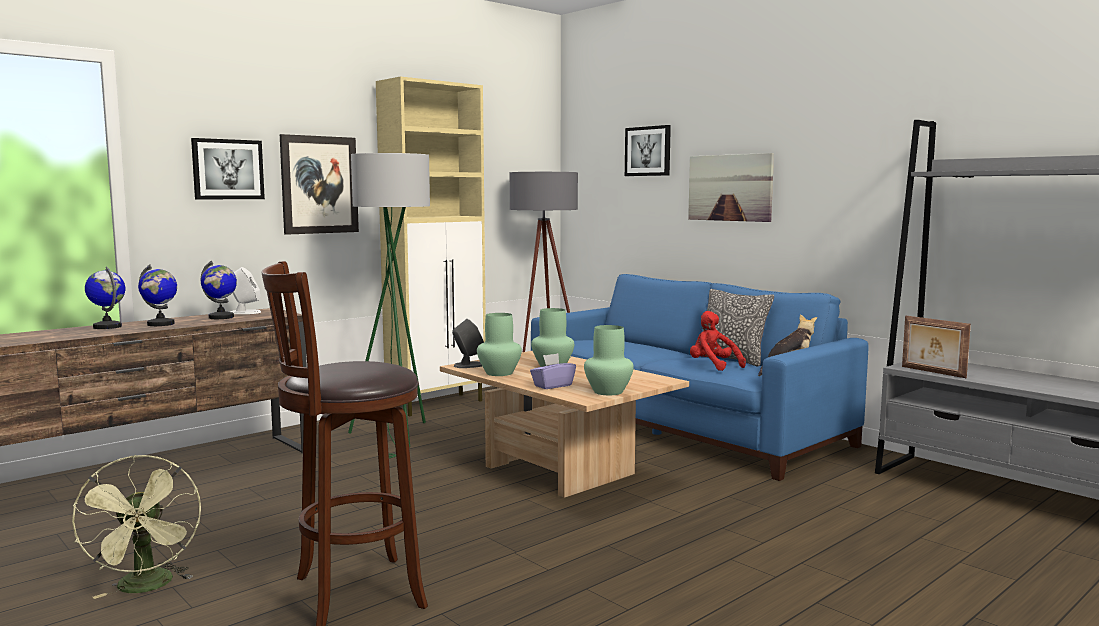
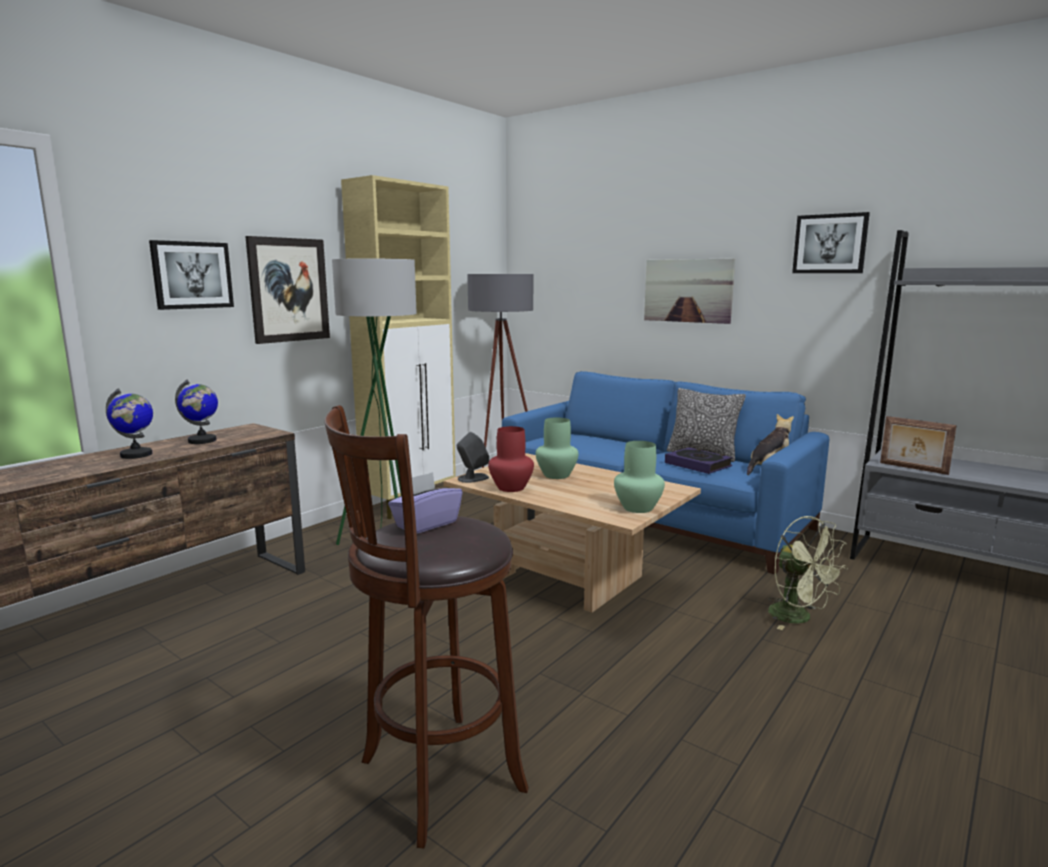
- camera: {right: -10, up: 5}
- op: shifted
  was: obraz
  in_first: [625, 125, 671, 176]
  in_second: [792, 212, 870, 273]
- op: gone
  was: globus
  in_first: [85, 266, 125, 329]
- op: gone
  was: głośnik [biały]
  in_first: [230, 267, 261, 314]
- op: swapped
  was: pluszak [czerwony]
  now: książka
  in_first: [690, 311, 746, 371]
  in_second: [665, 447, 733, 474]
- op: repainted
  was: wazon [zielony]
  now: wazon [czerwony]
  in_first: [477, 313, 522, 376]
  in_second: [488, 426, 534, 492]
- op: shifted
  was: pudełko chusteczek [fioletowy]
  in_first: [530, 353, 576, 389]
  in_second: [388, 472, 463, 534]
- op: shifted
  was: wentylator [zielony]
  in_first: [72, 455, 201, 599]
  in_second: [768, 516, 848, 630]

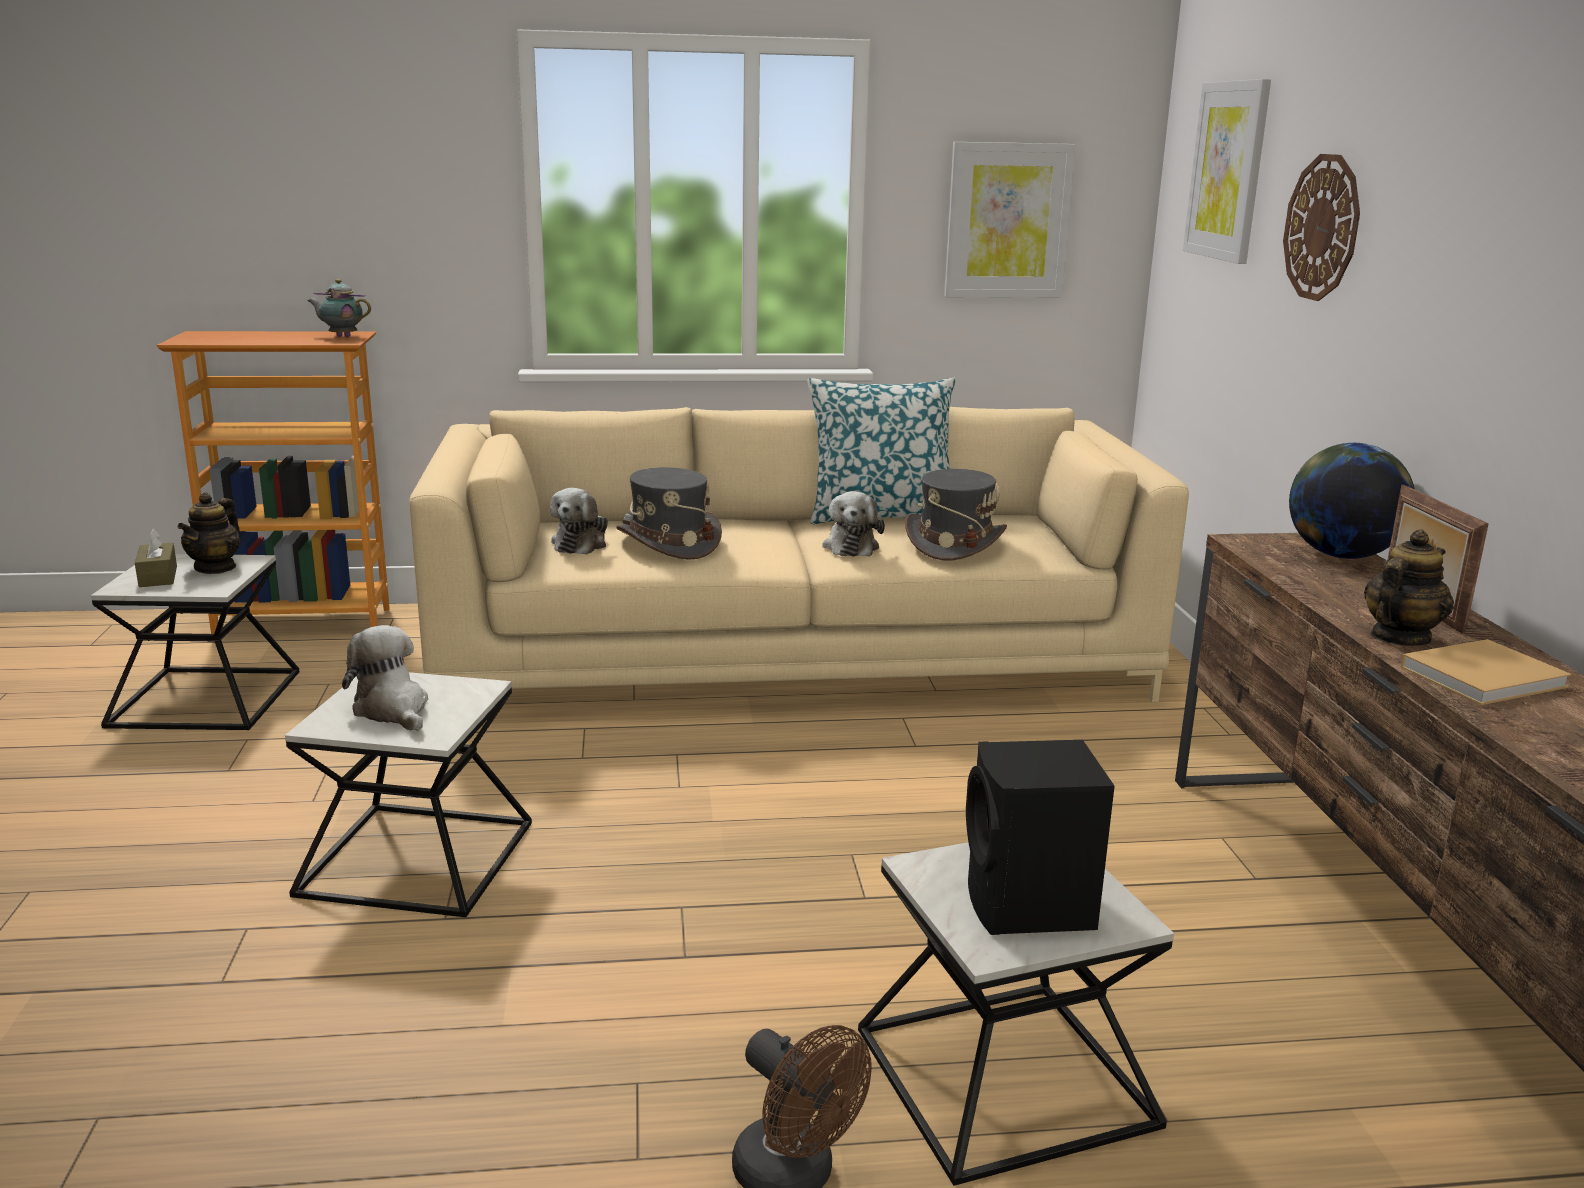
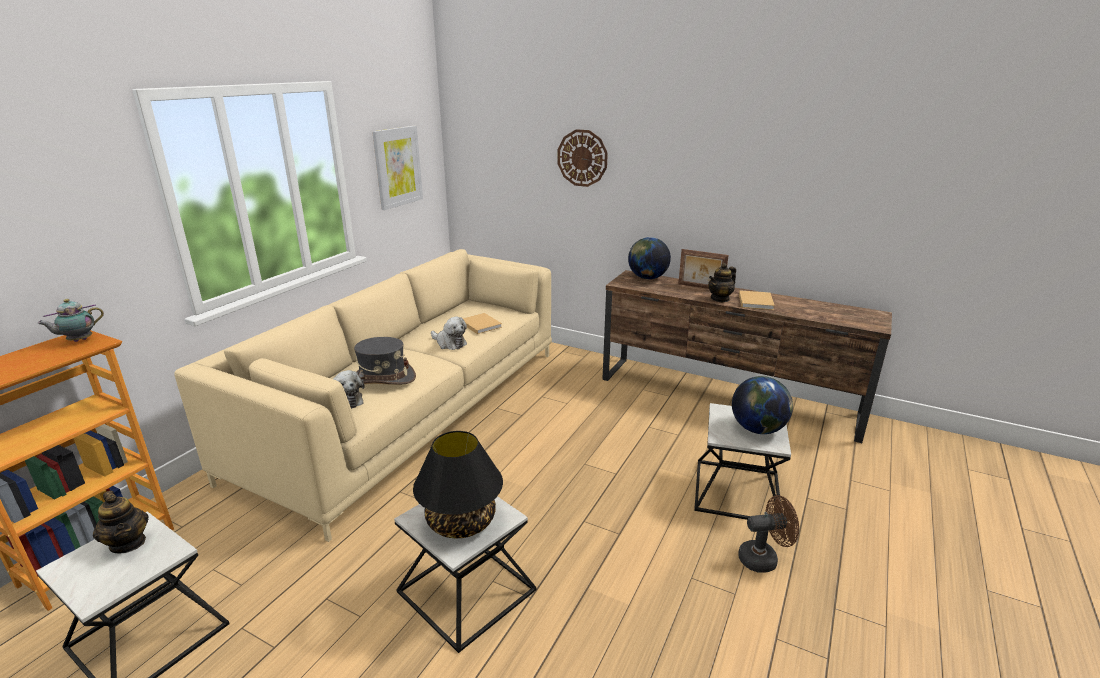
- camera: {right: -55, up: 5}
- op: gone
  was: obraz
  in_first: [1183, 79, 1271, 264]
- op: gone
  was: poduszka
  in_first: [807, 377, 955, 524]
- op: swapped
  was: kapelusz [szary]
  now: książka [beżowy]
  in_first: [905, 469, 1007, 561]
  in_second: [462, 313, 502, 334]
- op: gone
  was: pudełko chusteczek [brązowy]
  in_first: [135, 528, 177, 587]
- op: rotated
  was: imbryk
  in_first: [1364, 529, 1454, 646]
  in_second: [708, 263, 736, 302]
  clockwise: -120
- op: swapped
  was: pluszak
  now: lampa stołowa [czarny]
  in_first: [342, 625, 428, 731]
  in_second: [413, 431, 503, 539]
- op: swapped
  was: głośnik [czarny]
  now: globus
  in_first: [966, 740, 1115, 935]
  in_second: [732, 376, 793, 434]

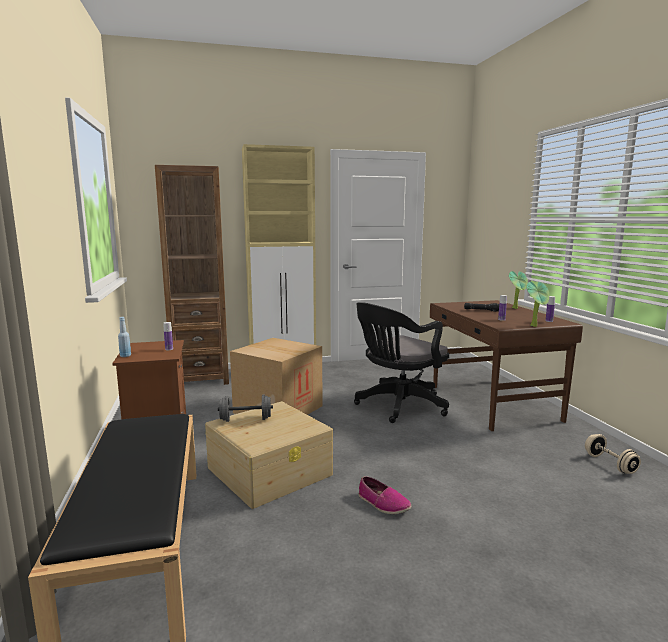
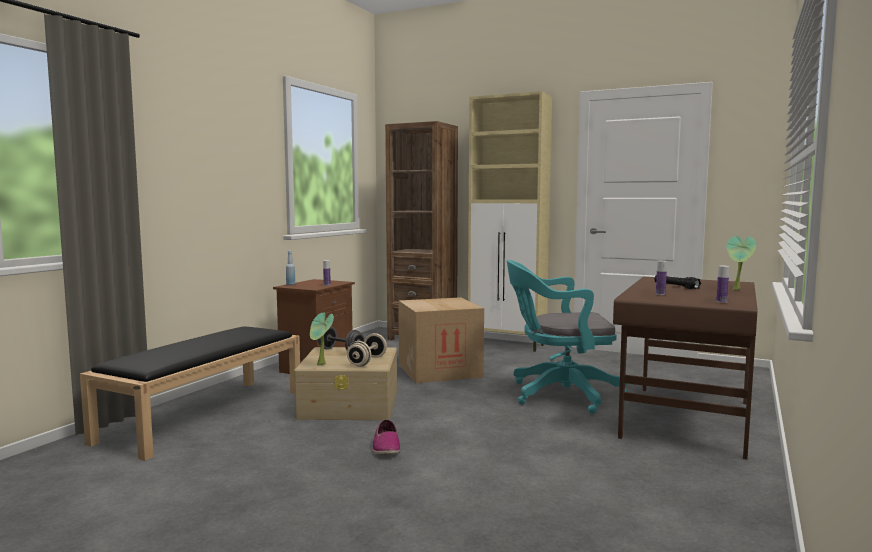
- camera: {right: 40, up: -5}
- op: shifted
  was: roślina doniczkowa
  in_first: [526, 282, 549, 327]
  in_second: [310, 312, 334, 365]
- op: repainted
  was: krzesło biurowe [czarny]
  now: krzesło biurowe [turkusowy]
  in_first: [354, 302, 449, 423]
  in_second: [507, 260, 628, 414]
- op: shifted
  was: hantel [beżowy]
  in_first: [585, 434, 641, 474]
  in_second: [347, 333, 387, 367]

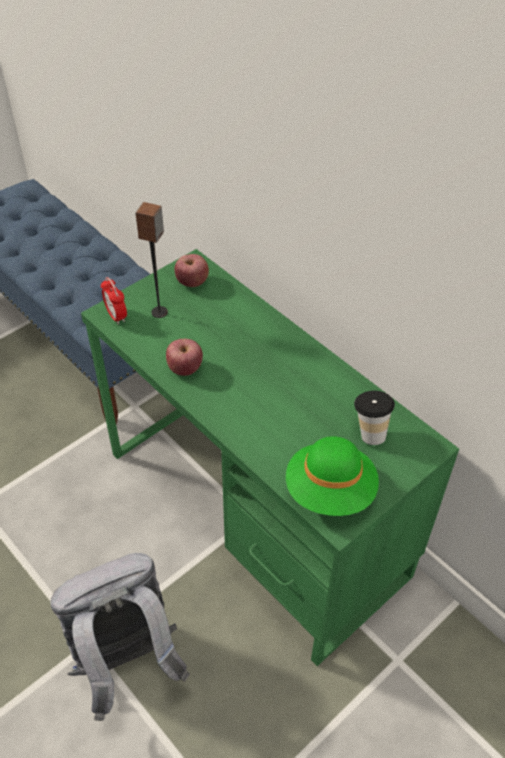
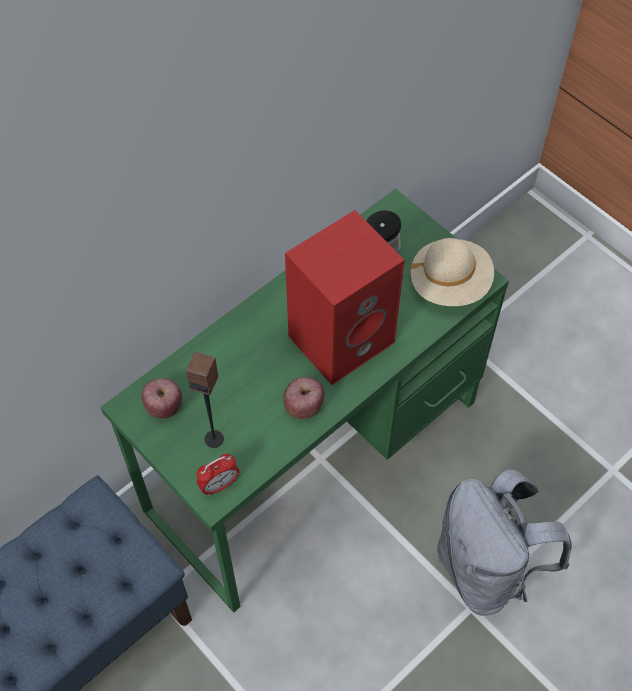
- camera: {right: -90, up: 10}
- op: repainted
  was: kapelusz [zielony]
  now: kapelusz [beżowy]
  in_first: [286, 436, 379, 516]
  in_second: [409, 238, 494, 306]
- op: new
  now: głośnik [czerwony]
  in_second: [285, 210, 405, 385]

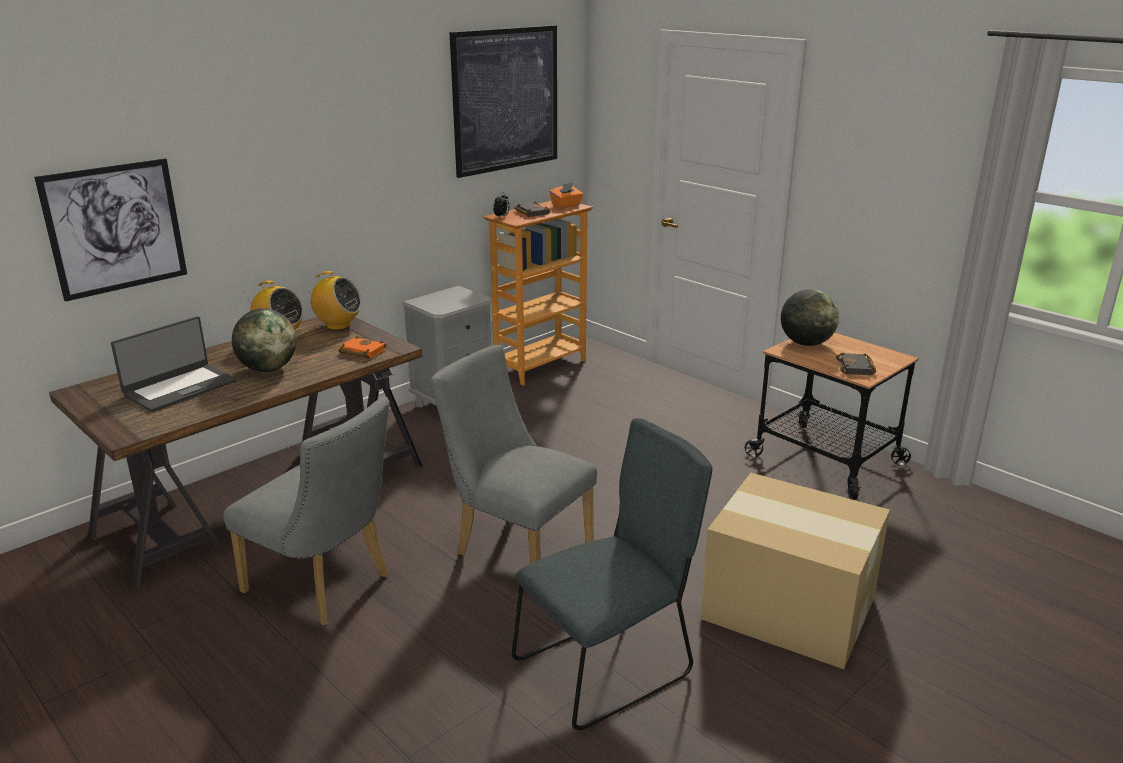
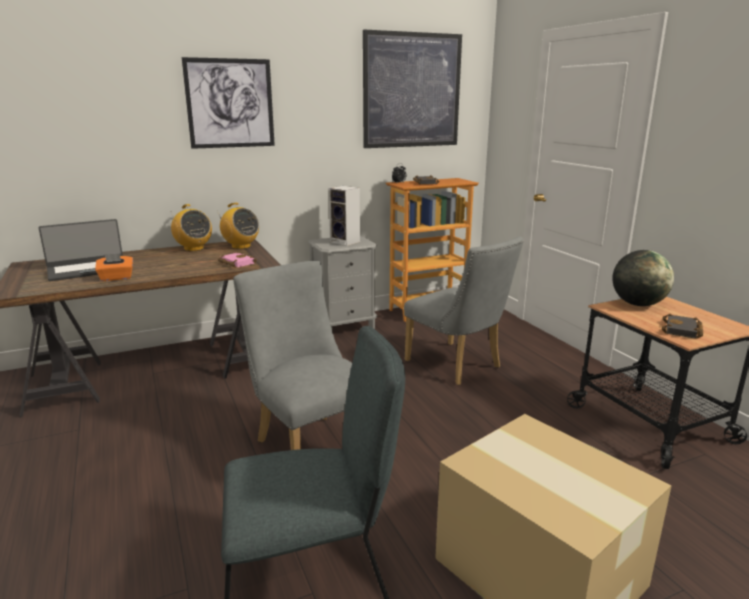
- camera: {right: 20, up: -5}
- op: shifted
  was: obraz
  in_first: [34, 158, 187, 302]
  in_second: [182, 57, 275, 149]
- op: shifted
  was: pudełko chusteczek [pomarańczowy]
  in_first: [550, 183, 583, 208]
  in_second: [95, 253, 133, 281]
- op: gone
  was: globus
  in_first: [232, 308, 297, 372]
- op: repainted
  was: książka [pomarańczowy]
  now: książka [różowy]
  in_first: [338, 336, 387, 359]
  in_second: [218, 252, 257, 268]
- op: shifted
  was: krzesło [szary]
  in_first: [223, 397, 390, 626]
  in_second: [404, 236, 524, 385]
- op: new
  now: głośnik
  in_second: [329, 186, 360, 246]

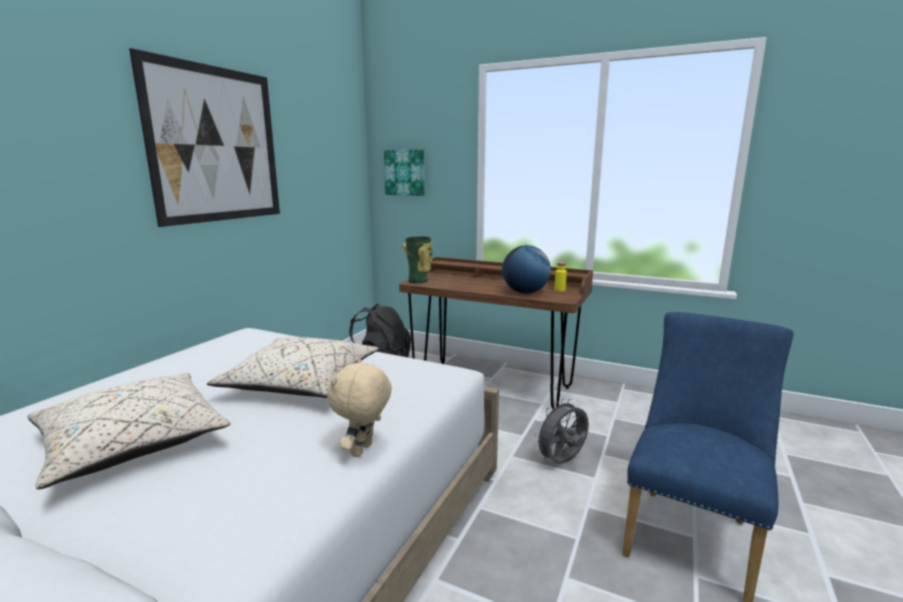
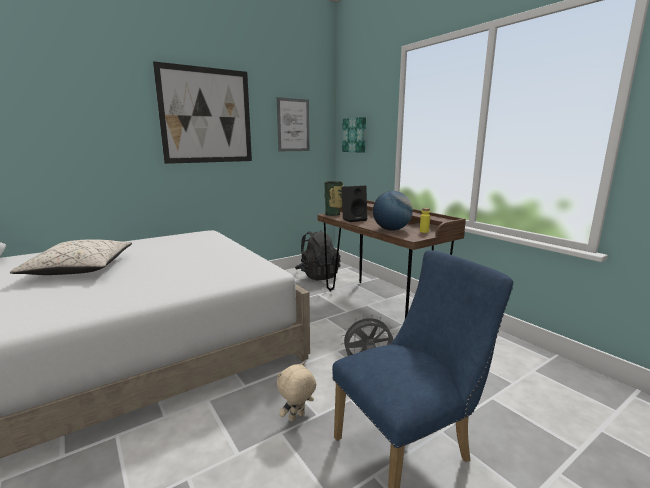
- camera: {right: 30, up: 0}
- op: gone
  was: poduszka [beżowy]
  in_first: [207, 337, 378, 398]
- op: shifted
  was: pluszak [beżowy]
  in_first: [327, 359, 392, 457]
  in_second: [277, 362, 316, 421]
- op: new
  now: obraz
  in_second: [277, 97, 309, 151]
- op: new
  now: głośnik [czarny]
  in_second: [342, 185, 367, 222]

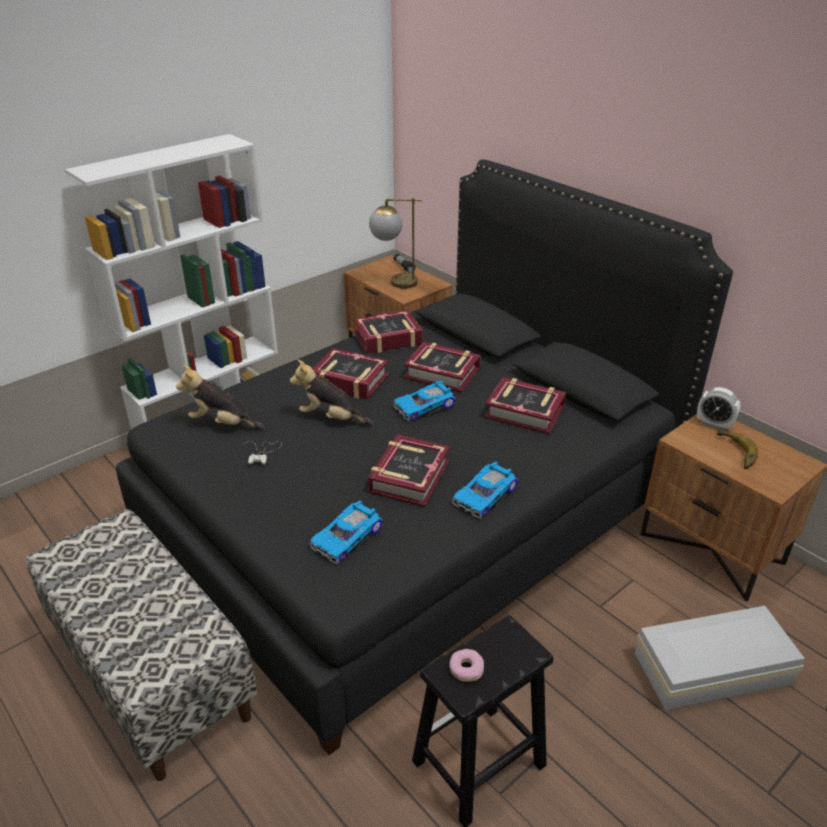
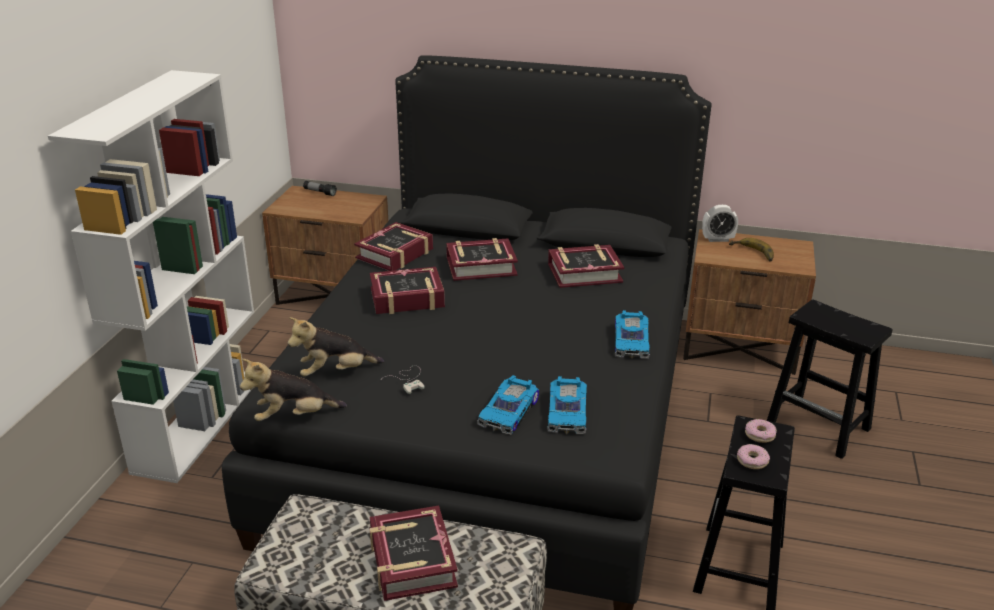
- camera: {right: -35, up: -5}
- op: gone
  was: lampa stołowa
  in_first: [369, 198, 422, 289]
- op: shifted
  was: pluszak
  in_first: [290, 359, 375, 426]
  in_second: [240, 359, 347, 421]
- op: shifted
  was: samochodzik
  in_first: [393, 381, 456, 421]
  in_second: [477, 375, 539, 435]
- op: shifted
  was: książka
  in_first: [368, 434, 450, 507]
  in_second: [370, 506, 458, 601]
- op: swapped
  was: pojemnik do przechowywania [biały]
  now: stołek [czarny]
  in_first: [635, 606, 805, 710]
  in_second: [767, 300, 893, 459]
- op: new
  now: donut
  in_second: [745, 419, 777, 443]

